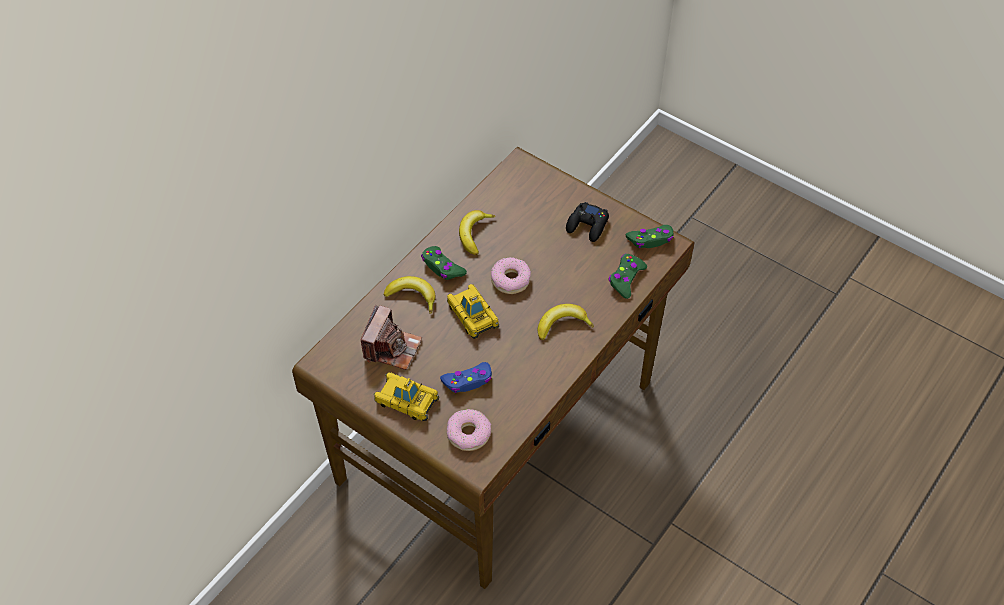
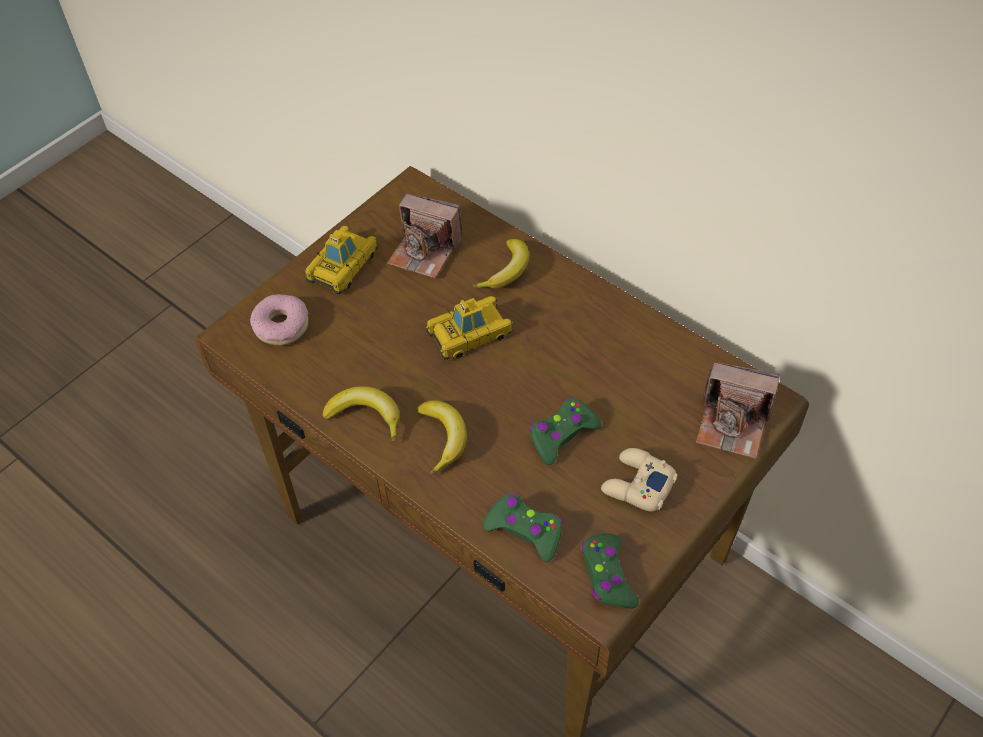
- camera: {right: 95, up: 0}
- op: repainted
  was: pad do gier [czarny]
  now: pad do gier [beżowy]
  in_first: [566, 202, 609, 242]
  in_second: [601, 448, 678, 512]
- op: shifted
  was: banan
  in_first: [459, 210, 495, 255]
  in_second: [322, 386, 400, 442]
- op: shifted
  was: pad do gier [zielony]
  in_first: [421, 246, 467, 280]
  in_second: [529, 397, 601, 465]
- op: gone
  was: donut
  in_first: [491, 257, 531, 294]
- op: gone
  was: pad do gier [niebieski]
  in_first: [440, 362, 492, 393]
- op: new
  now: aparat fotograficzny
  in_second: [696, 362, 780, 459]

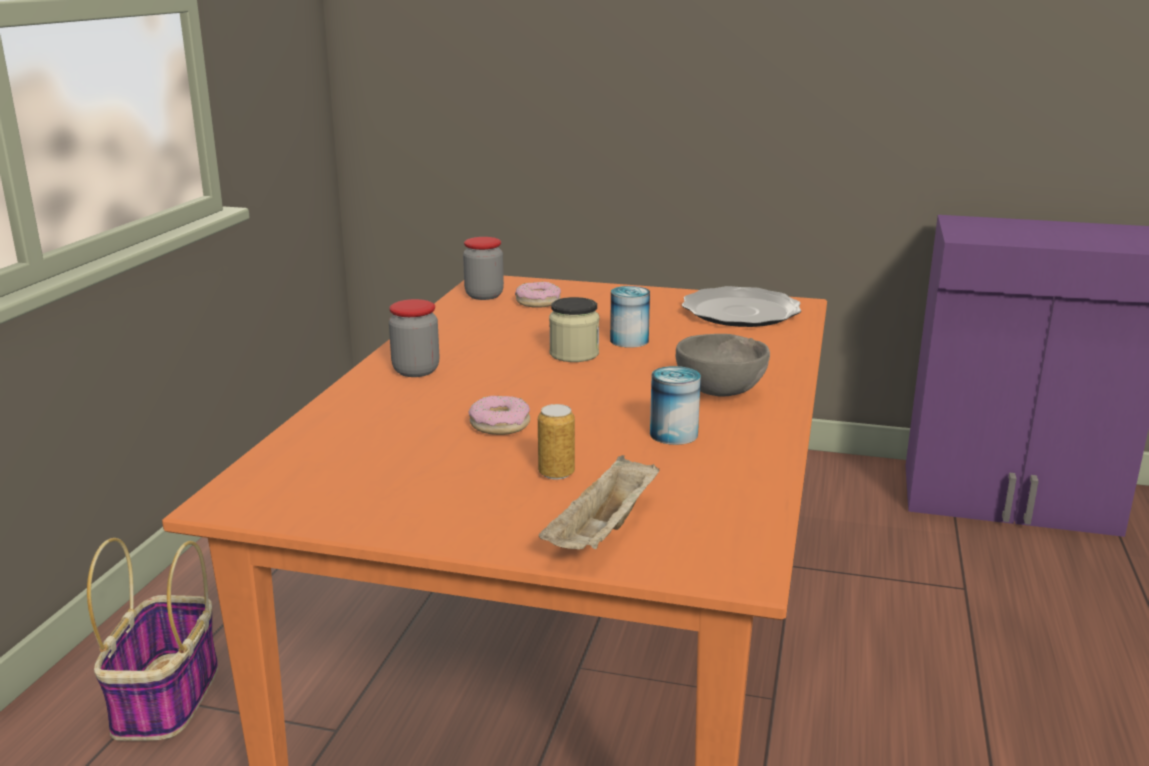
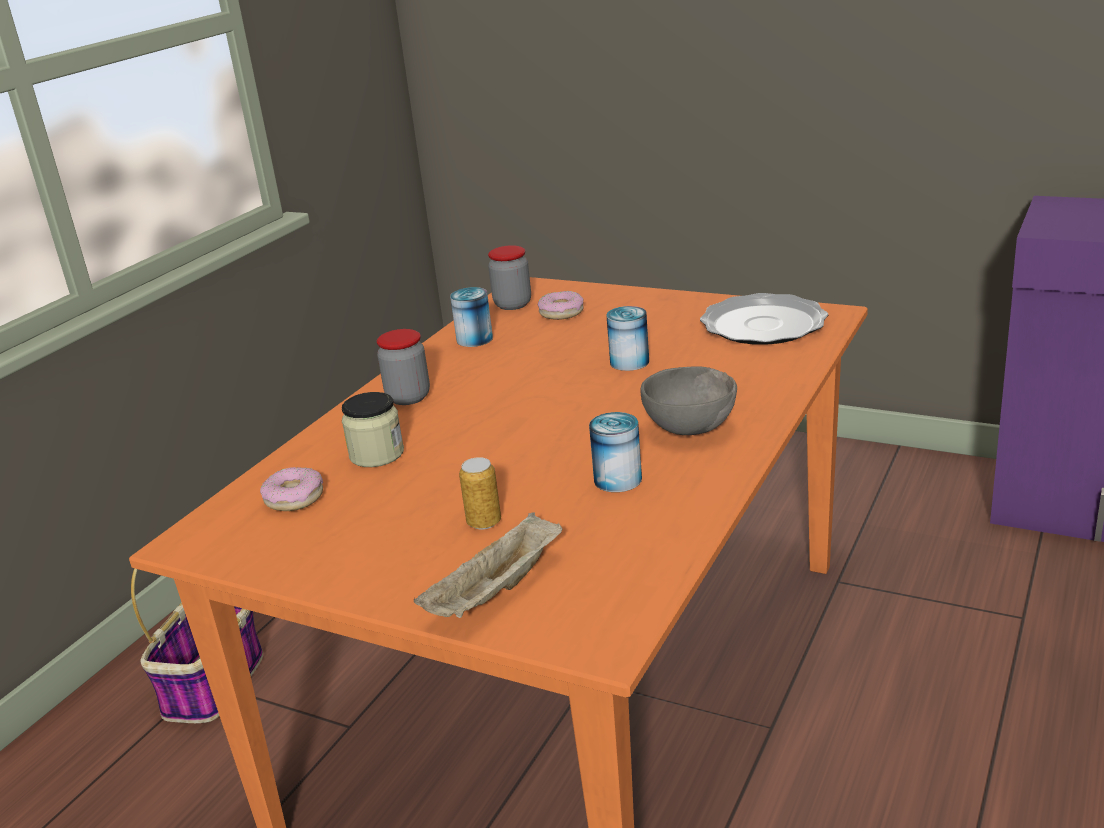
- camera: {right: 15, up: 5}
- op: shifted
  was: słoik
  in_first: [549, 297, 599, 362]
  in_second: [342, 392, 404, 467]
- op: shifted
  was: donut
  in_first: [469, 396, 530, 435]
  in_second: [260, 467, 323, 511]
- op: new
  now: puszka
  in_second: [450, 287, 493, 347]

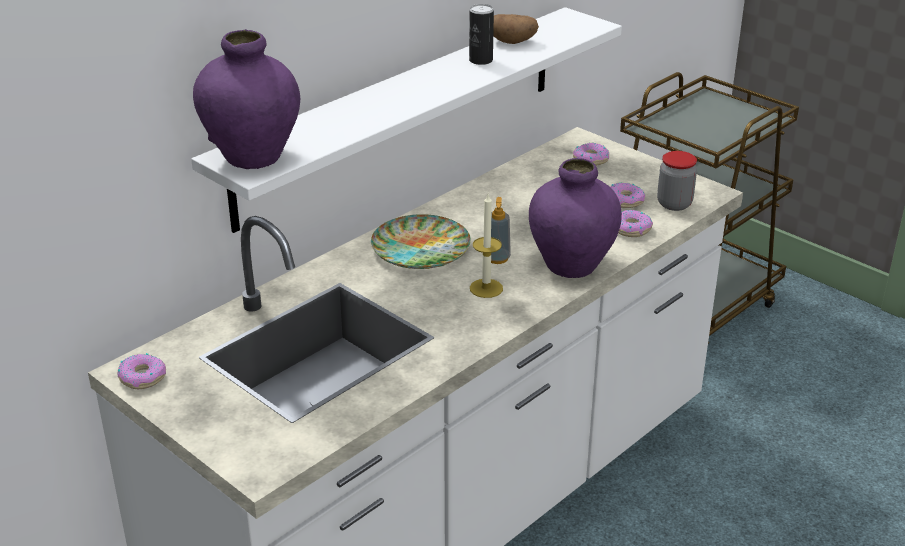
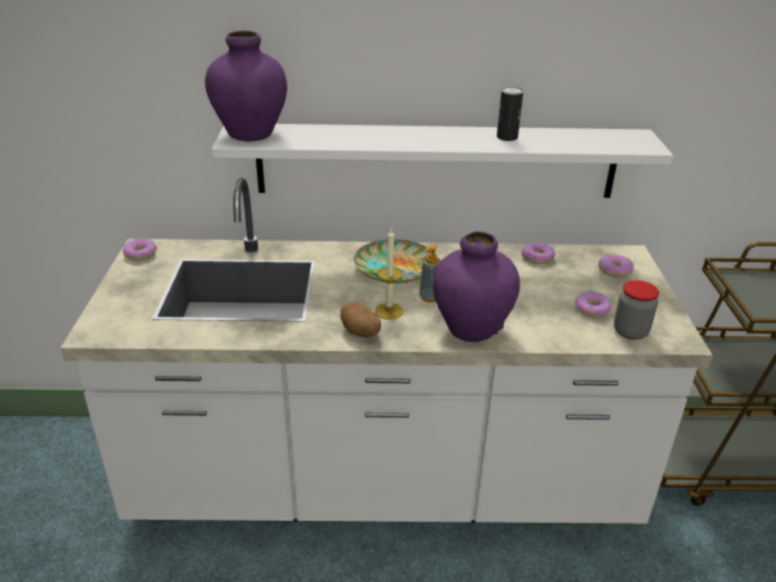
- camera: {right: 45, up: 0}
- op: shifted
  was: ziemniak
  in_first: [493, 14, 539, 44]
  in_second: [340, 302, 381, 338]
- op: shifted
  was: donut
  in_first: [618, 210, 653, 237]
  in_second: [521, 243, 555, 264]

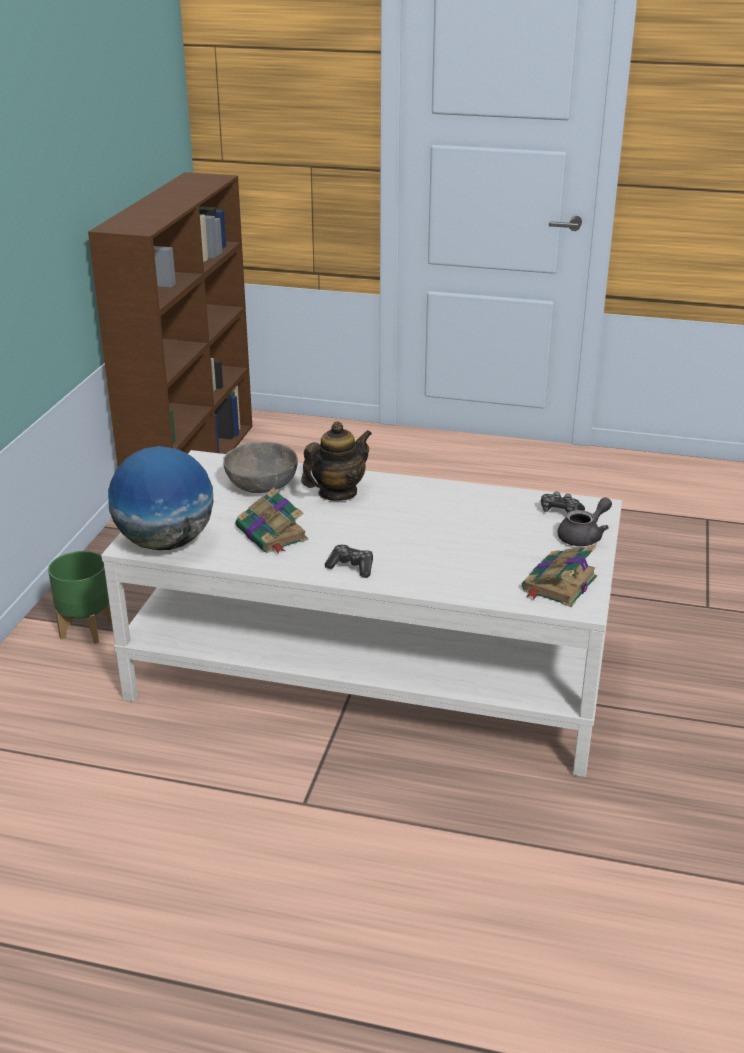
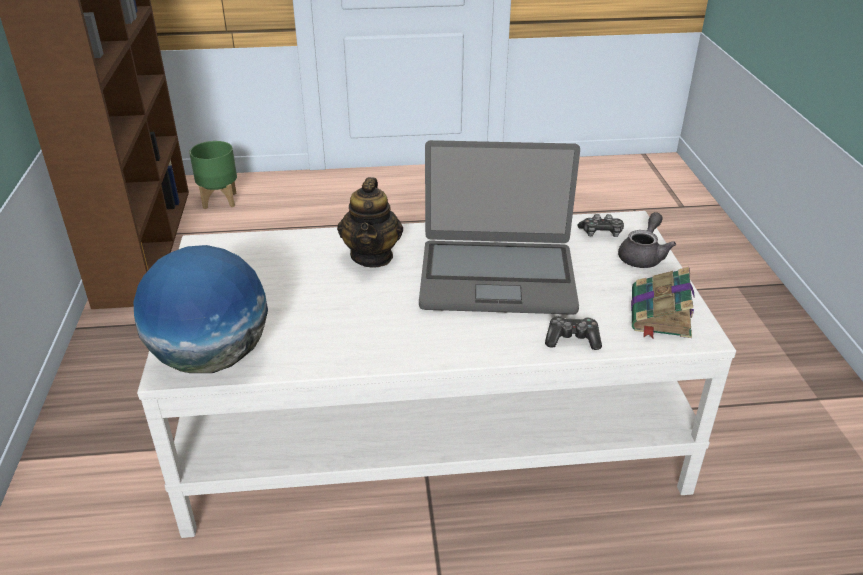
- camera: {right: -20, up: 5}
- op: rotated
  was: imbryk
  in_first: [301, 421, 372, 501]
  in_second: [337, 177, 403, 268]
  clockwise: 150
- op: gone
  was: miska [szary]
  in_first: [223, 442, 298, 493]
- op: gone
  was: książka
  in_first: [236, 488, 308, 554]
- op: shifted
  was: pad do gier
  in_first: [325, 545, 373, 578]
  in_second: [545, 316, 602, 350]
- op: shifted
  was: donica [zielony]
  in_first: [48, 551, 112, 644]
  in_second: [189, 141, 237, 209]
- op: new
  now: laptop
  in_second: [419, 140, 580, 315]

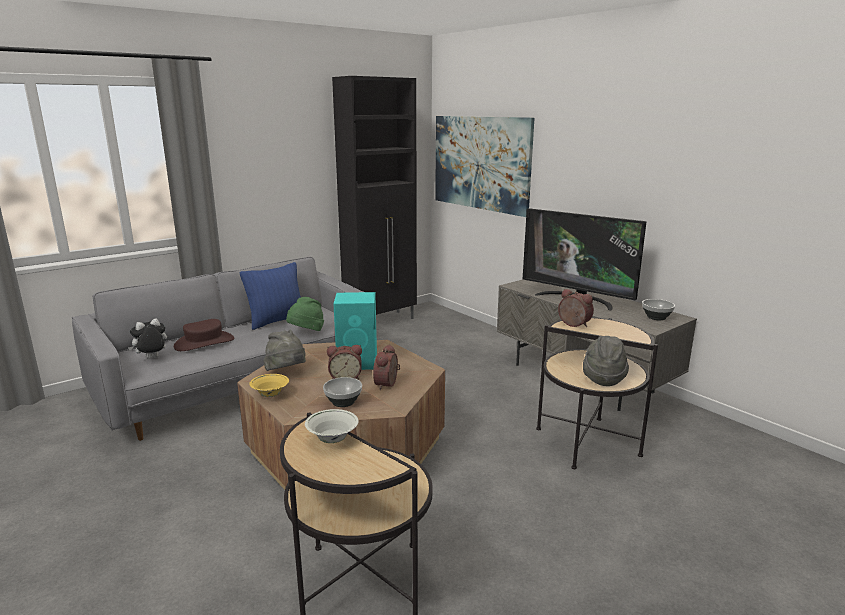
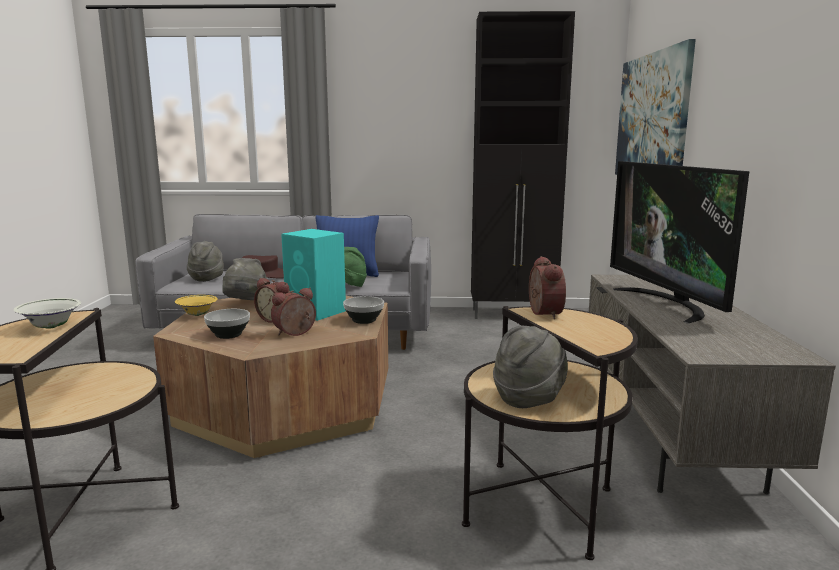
- camera: {right: 40, up: -5}
- op: shifted
  was: miska
  in_first: [642, 299, 675, 320]
  in_second: [343, 296, 384, 324]
- op: swapped
  was: pluszak
  now: kapelusz [szary]
  in_first: [128, 318, 167, 359]
  in_second: [187, 241, 224, 282]

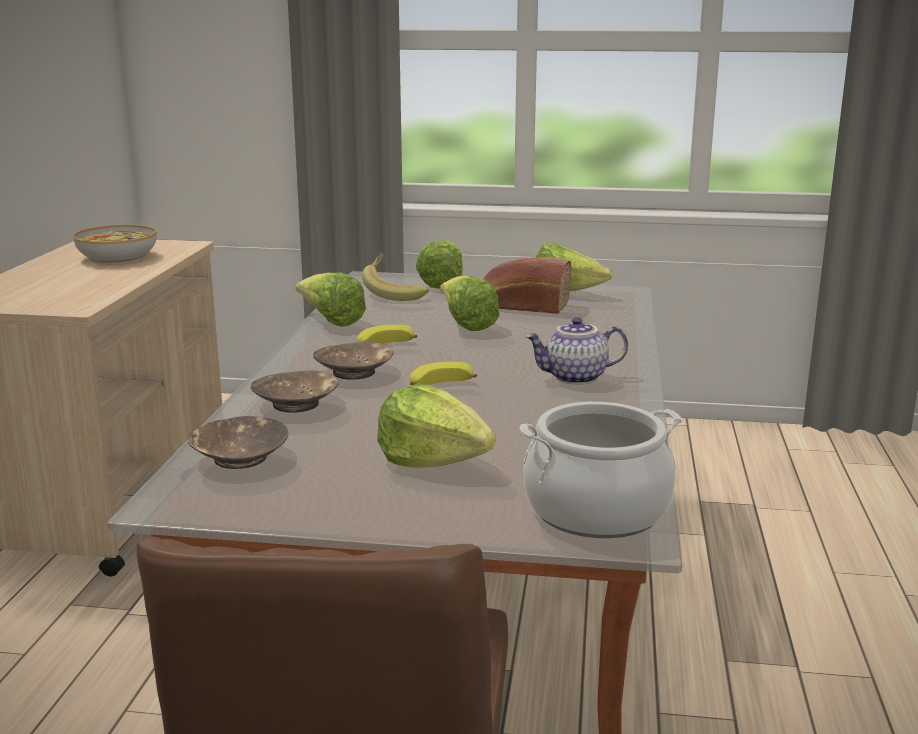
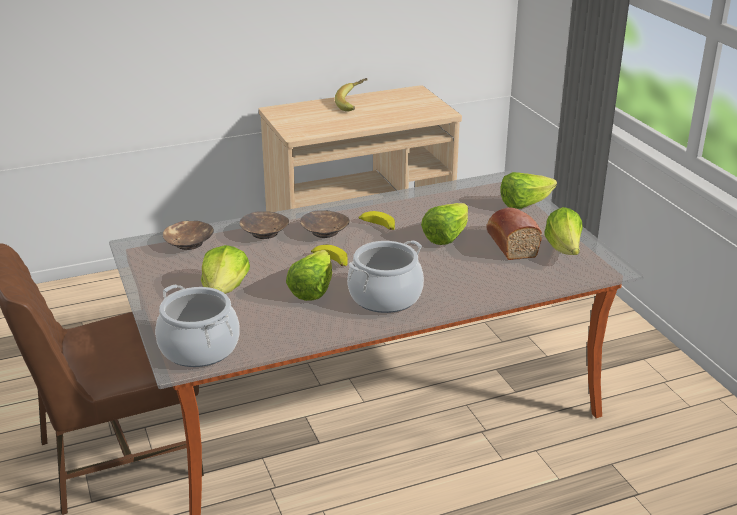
- camera: {right: 60, up: 10}
- op: gone
  was: miska
  in_first: [73, 225, 157, 264]
- op: shifted
  was: banan
  in_first: [362, 252, 429, 301]
  in_second: [335, 78, 367, 112]
- op: shifted
  was: sałata
  in_first: [296, 272, 366, 327]
  in_second: [286, 250, 332, 301]
- op: swapped
  was: imbryk
  now: garnek
  in_first: [525, 317, 628, 385]
  in_second: [347, 240, 424, 313]

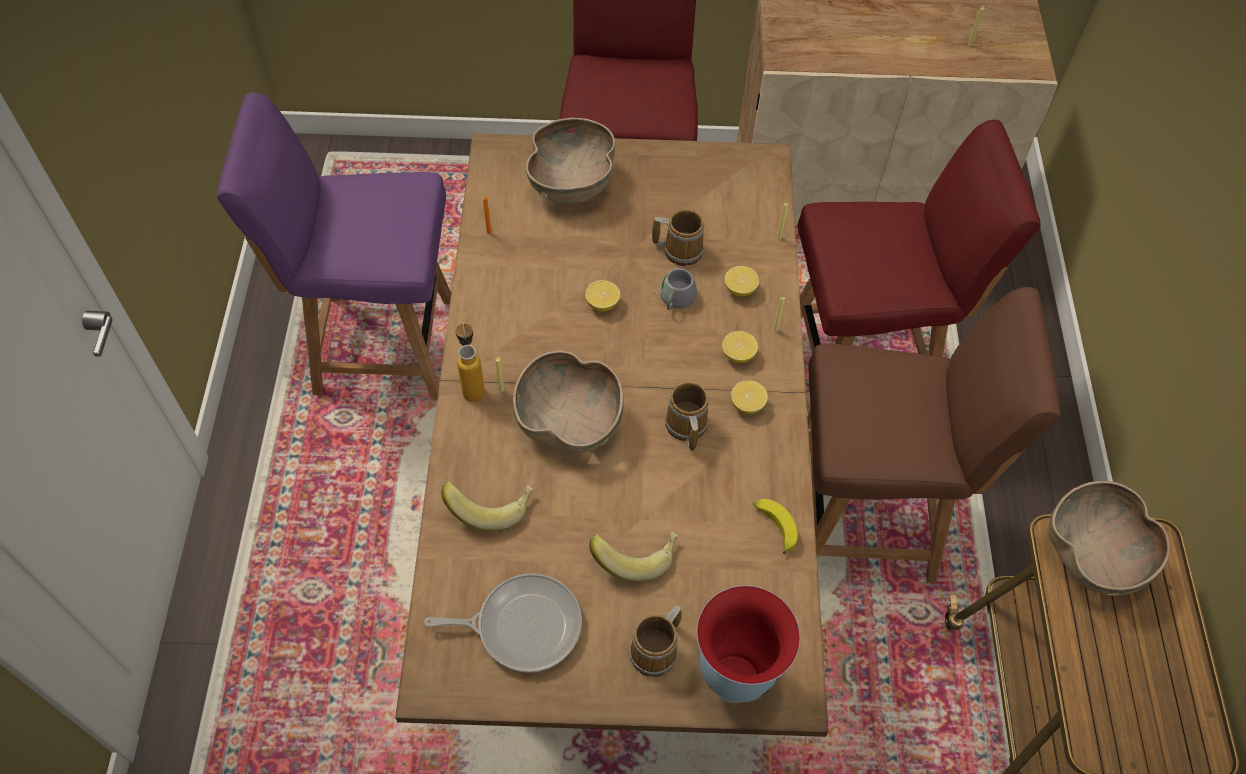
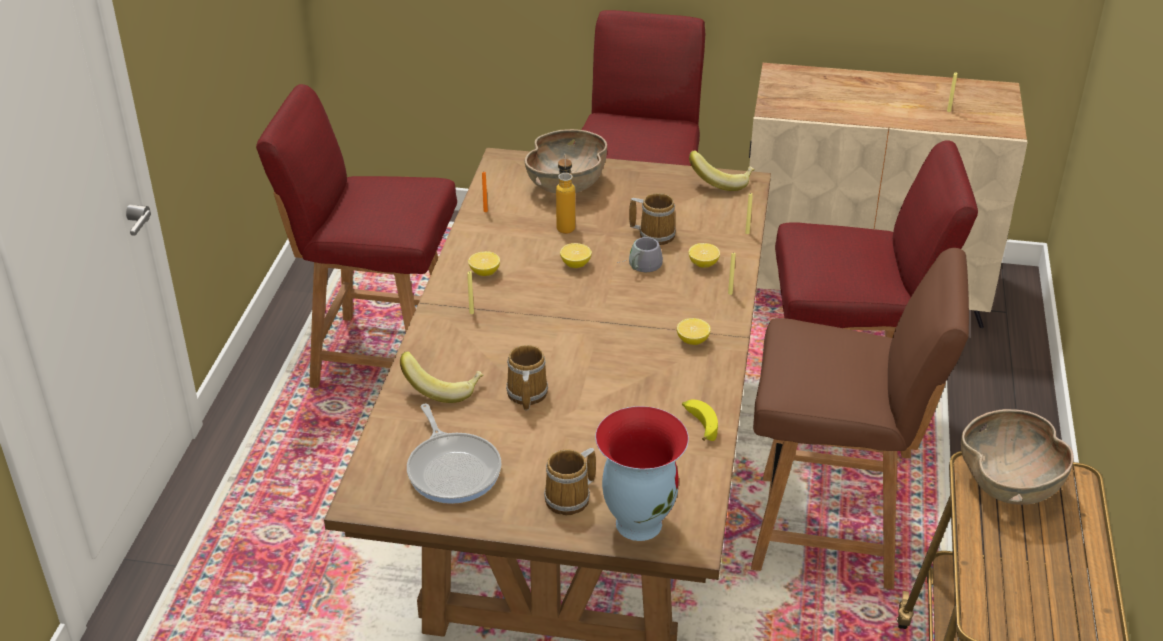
- camera: {right: 10, up: -20}
- op: repainted
  was: krzesło [fioletowy]
  now: krzesło [czerwony]
  in_first: [217, 92, 451, 399]
  in_second: [256, 84, 457, 388]
- op: shifted
  was: butelka
  in_first: [456, 320, 485, 402]
  in_second: [556, 154, 575, 234]
- op: shifted
  was: cytryna
  in_first: [722, 331, 758, 363]
  in_second: [468, 251, 500, 276]
- op: gone
  was: miska [brązowy]
  in_first: [513, 351, 624, 453]
- op: shifted
  was: kubek
  in_first: [665, 382, 709, 451]
  in_second: [506, 345, 548, 410]
- op: shifted
  was: banan
  in_first: [589, 532, 679, 582]
  in_second: [689, 150, 755, 191]
- op: rotated
  was: patelnia
  in_first: [424, 573, 582, 673]
  in_second: [407, 404, 502, 504]
  clockwise: 60

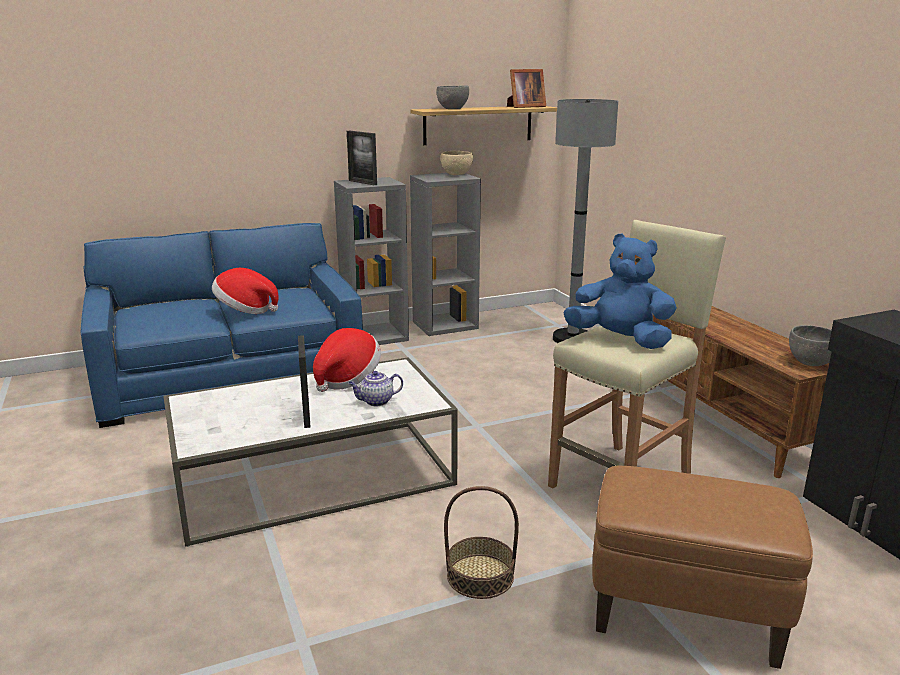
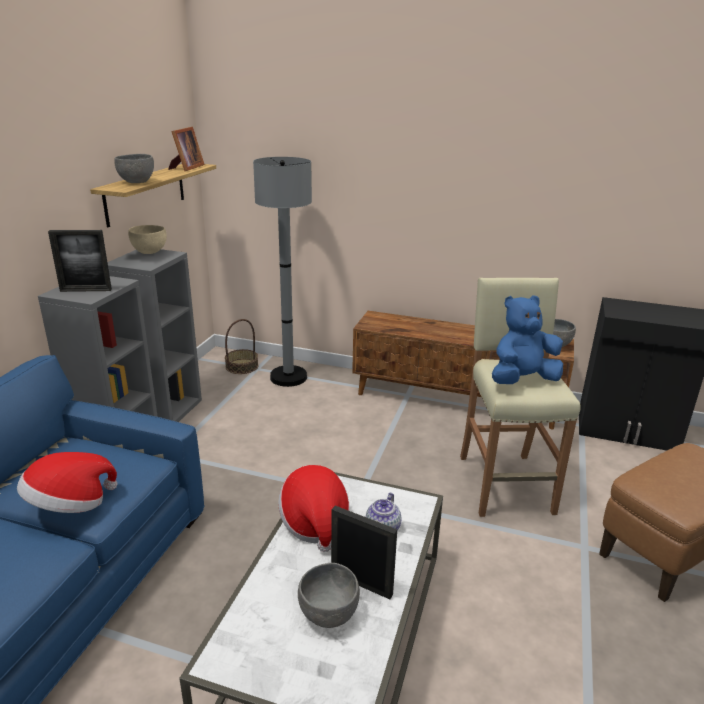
- camera: {right: -50, up: 5}
- op: shifted
  was: koszyk
  in_first: [444, 486, 519, 599]
  in_second: [225, 319, 259, 374]
- op: new
  now: miska [szary]
  in_second: [298, 563, 360, 628]

